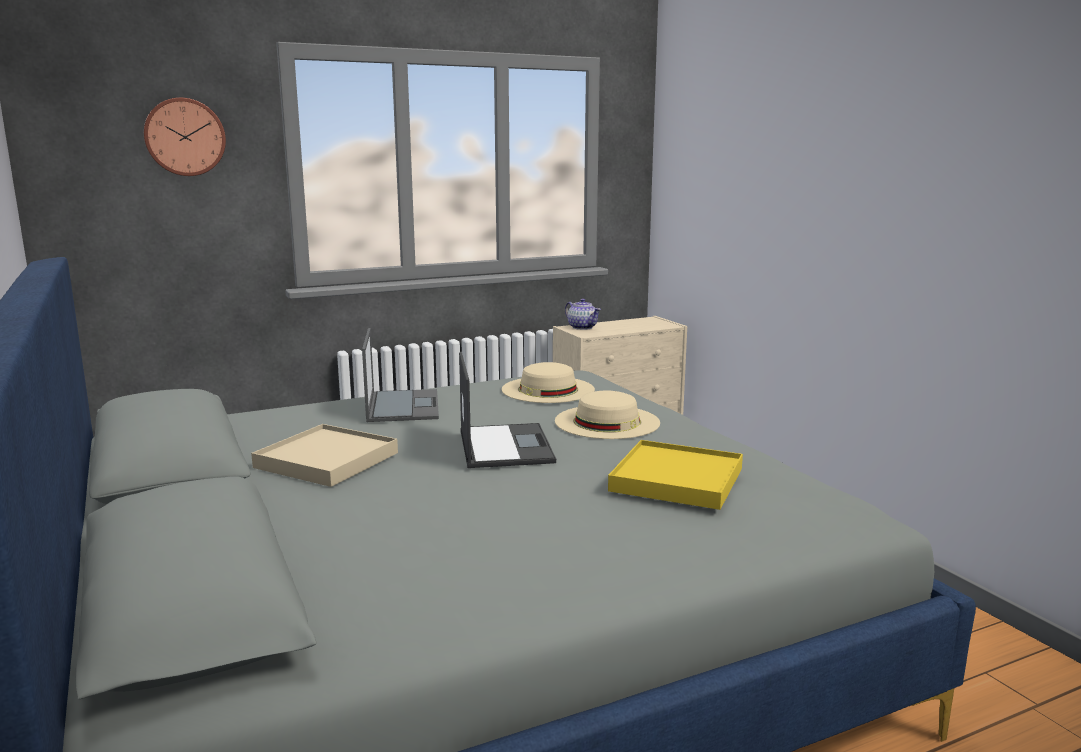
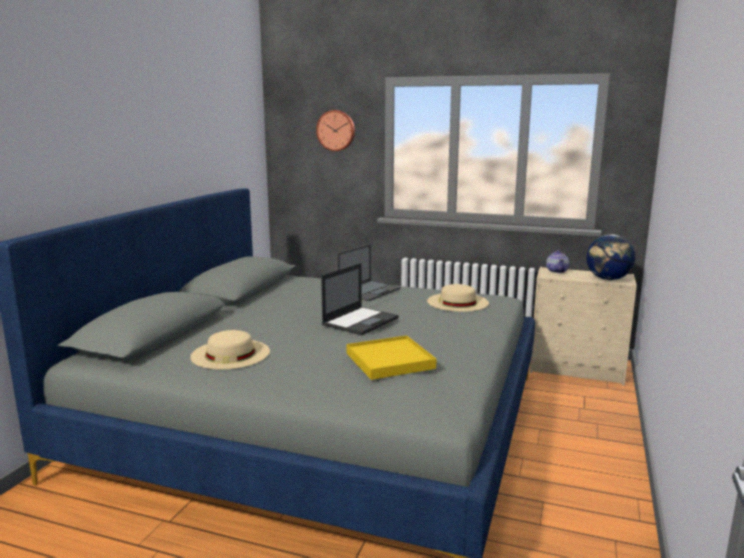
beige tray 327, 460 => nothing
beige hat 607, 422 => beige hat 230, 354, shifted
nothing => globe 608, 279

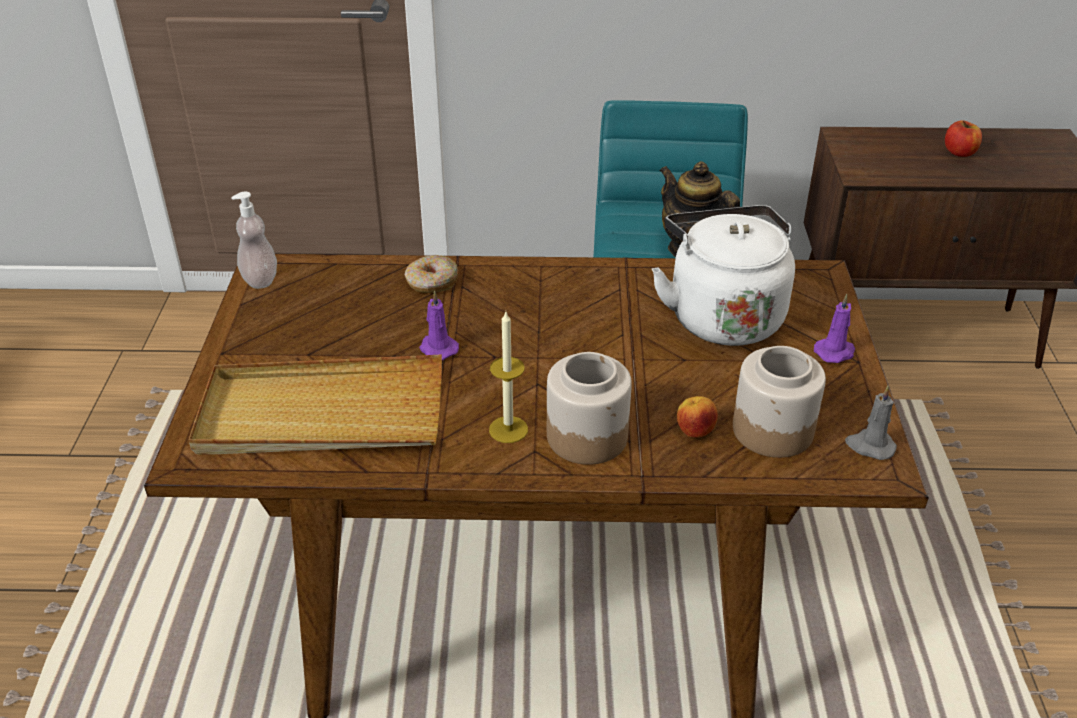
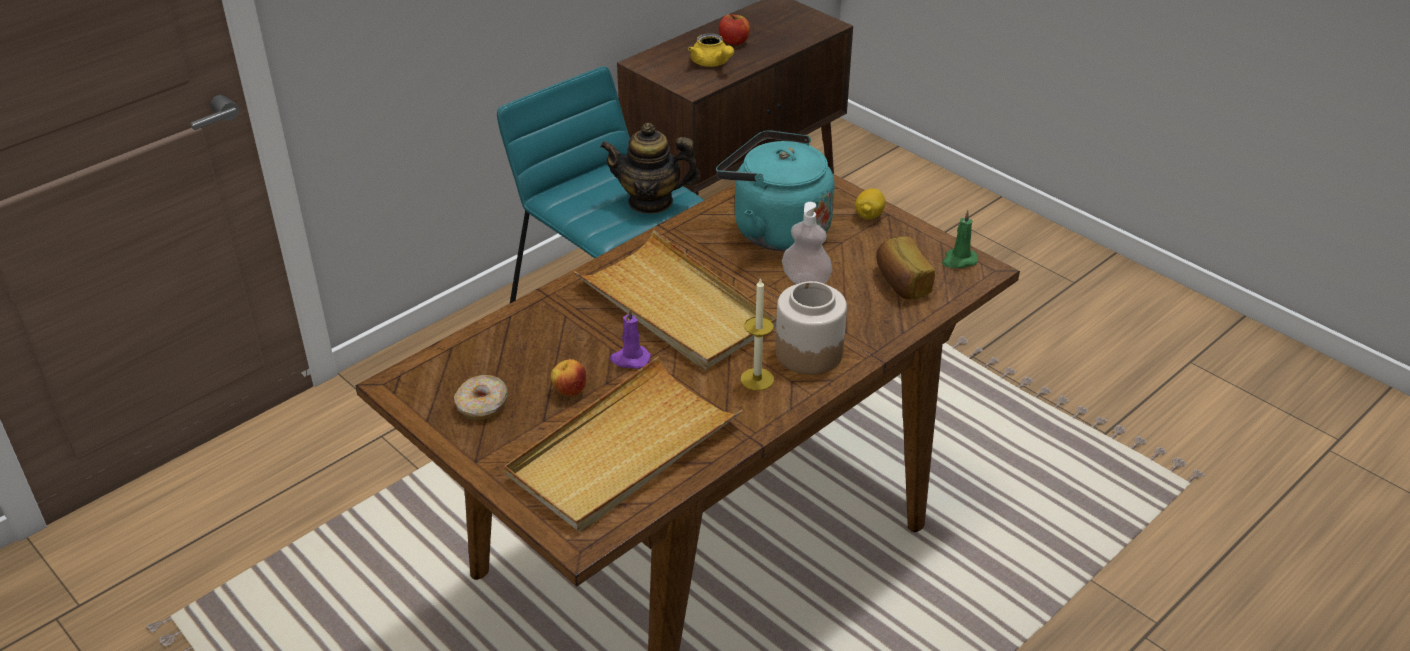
soap dispenser 260, 279 => soap dispenser 806, 280, shifted
donut 432, 282 => donut 482, 405, shifted
white kettle 722, 315 => turquoise kettle 775, 229
apple 694, 432 => apple 569, 391, shifted
jar 773, 430 => bread 901, 282
purple candle 835, 352 => lemon 869, 215
grey candle 869, 446 => green candle 958, 260
nothing => beige tray 676, 307
nothing => yellow teapot 712, 63

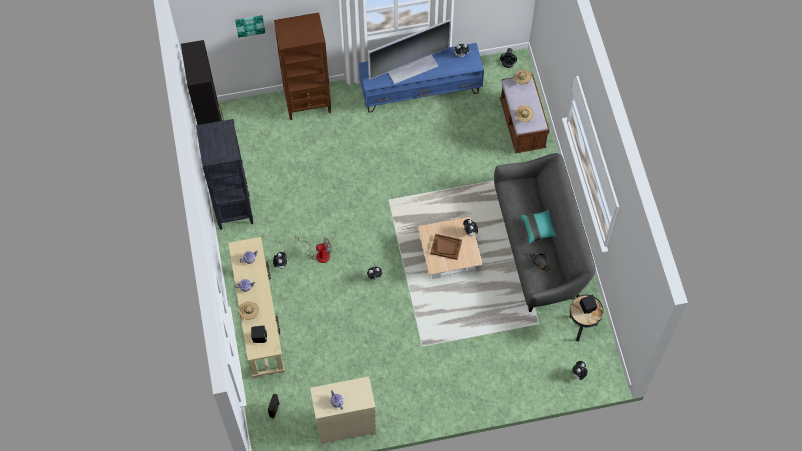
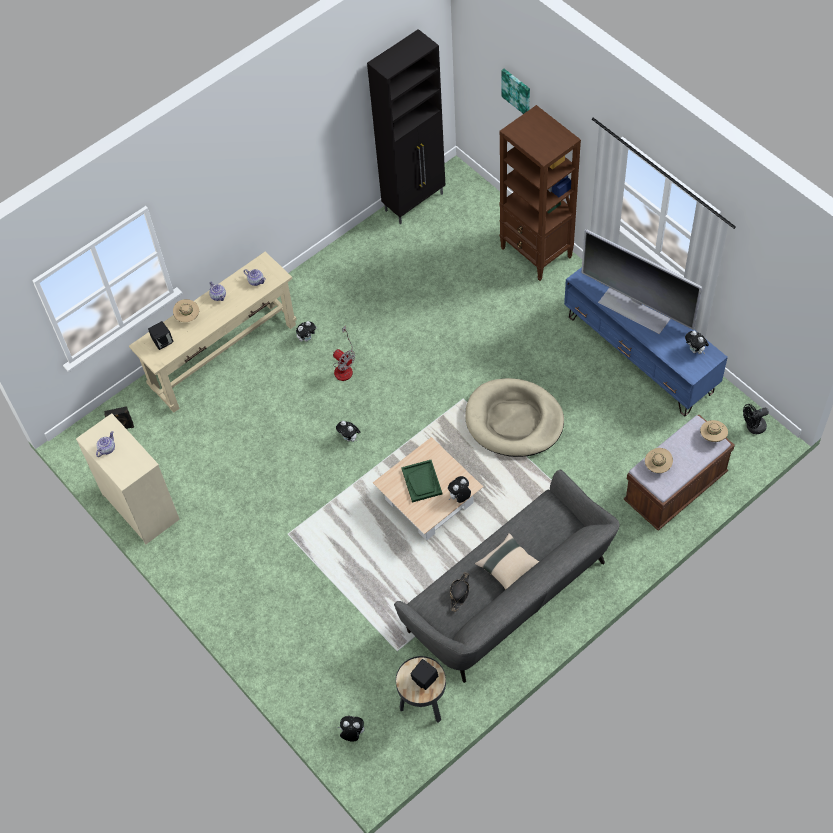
black bookcase 233, 207 => nothing
brown tray 446, 247 => green tray 422, 481
turquoise pillow 538, 229 => beige pillow 508, 567
nothing => beige dog bed 514, 420

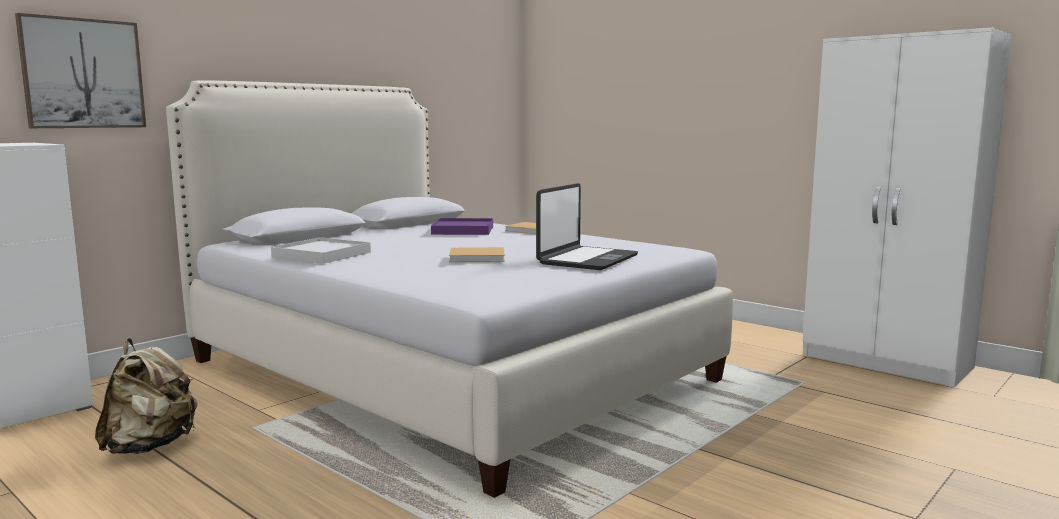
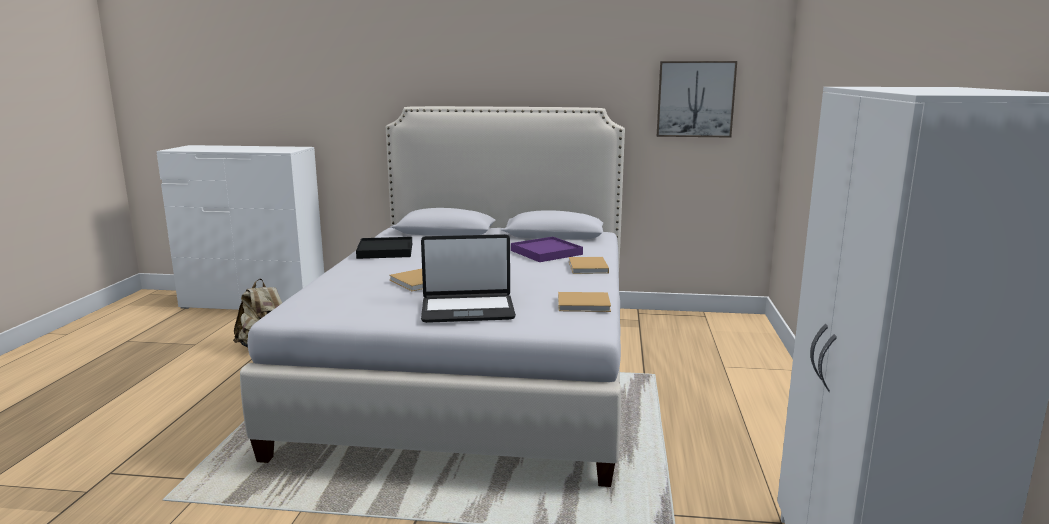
picture 83, 73 => picture 695, 99, shifted
white tray 322, 255 => black tray 385, 251
nothing => beige book 585, 304

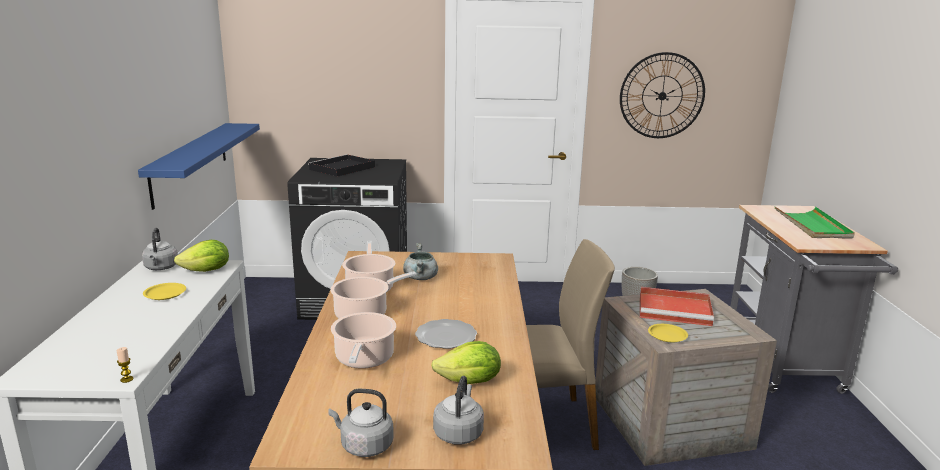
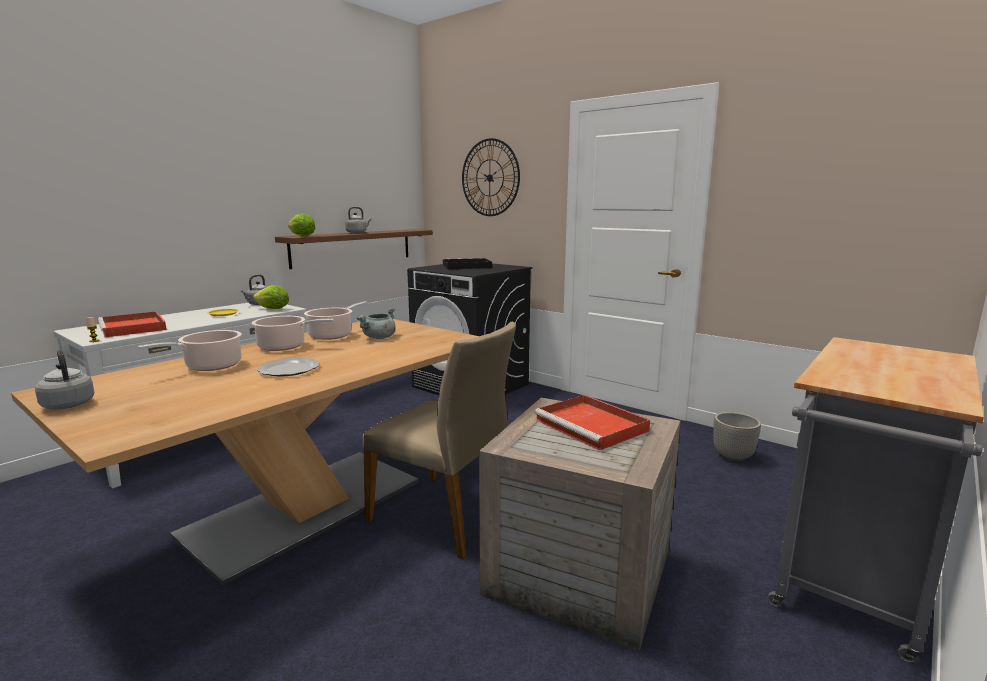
blue shelf 190, 162 => brown shelf 353, 247
lettuce 470, 382 => lettuce 302, 236, shifted
grey kettle 459, 432 => grey kettle 357, 232, shifted
wall clock 662, 96 => wall clock 490, 178, shifted
yellow plate 667, 335 => nothing
green tray 812, 225 => nothing
nothing => red tray 134, 328

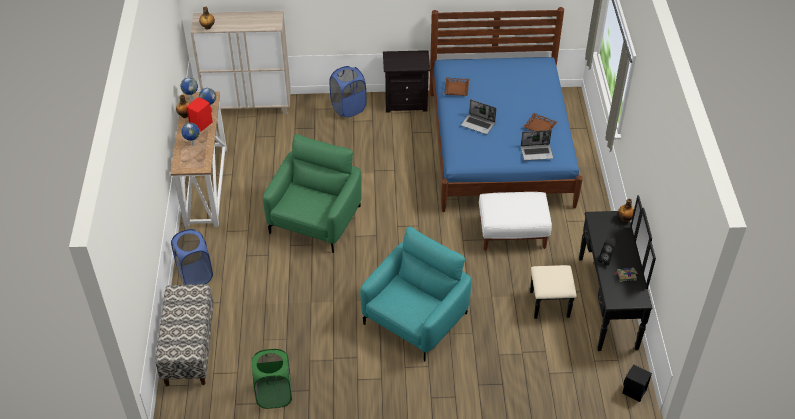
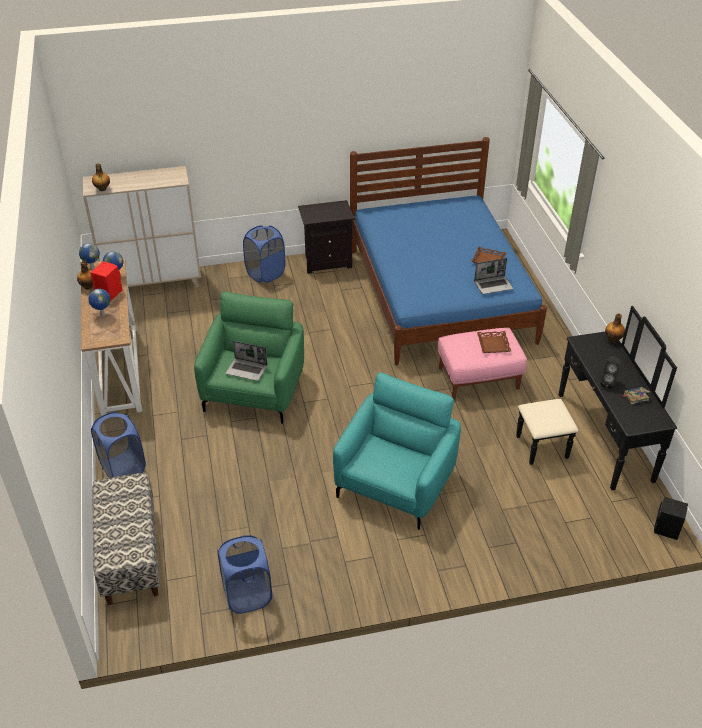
green laundry basket 274, 394 => blue laundry basket 247, 595
brown tray 456, 88 => brown tray 493, 344, shifted
laptop 478, 124 => laptop 247, 370, shifted
white ottoman 512, 233 => pink ottoman 479, 378

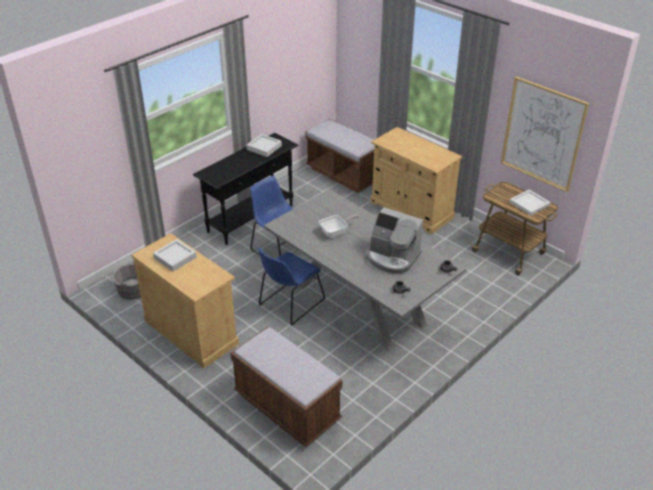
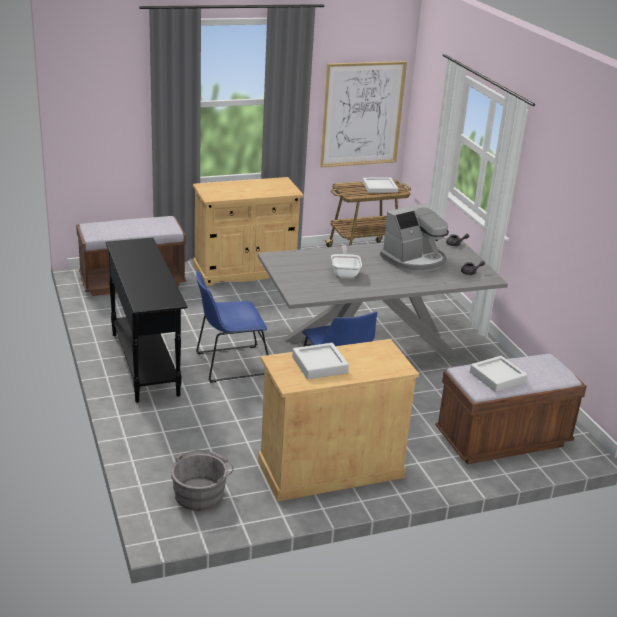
grey tray 264, 148 => grey tray 497, 377, shifted

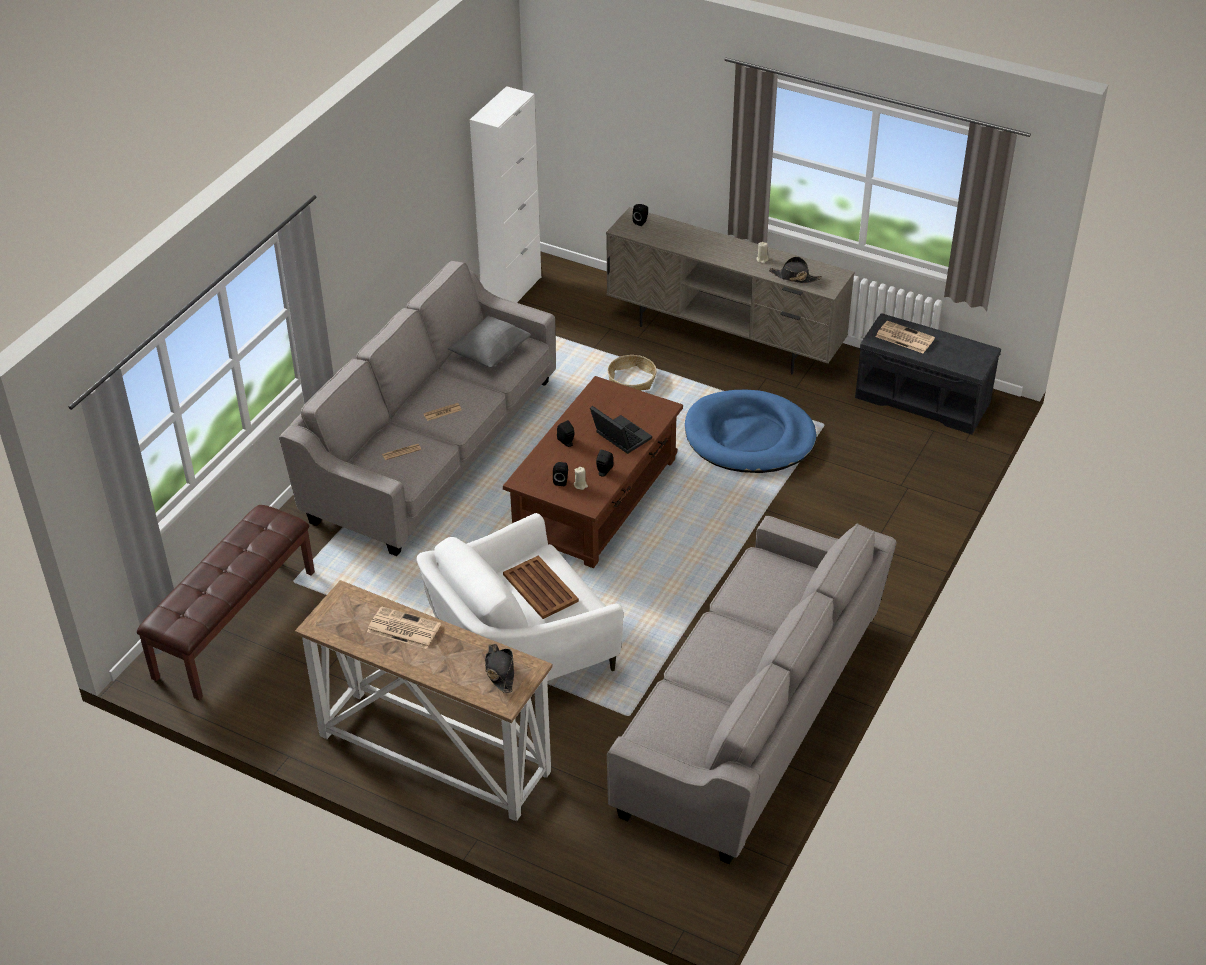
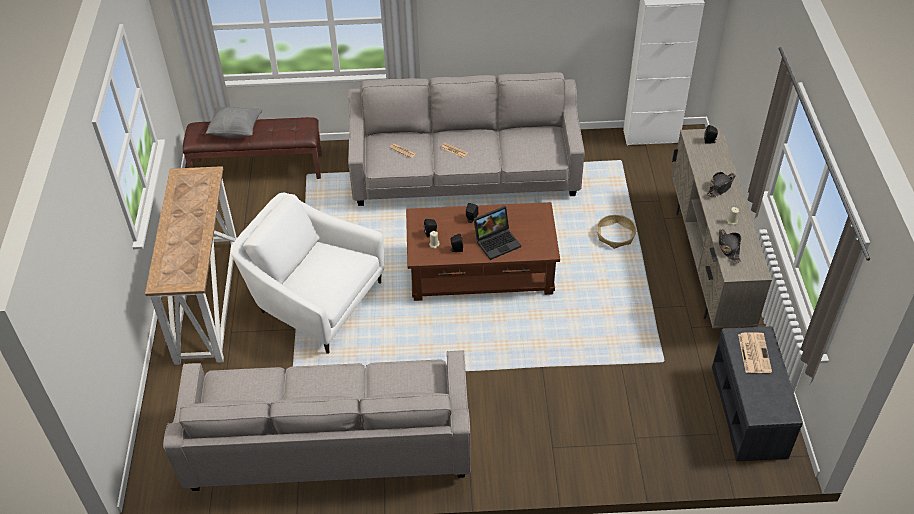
newspaper 402, 628 => nothing
grey pillow 491, 354 => grey pillow 236, 131, shifted
black hat 500, 671 => black hat 720, 187, shifted
brown tray 540, 588 => nothing
laptop 619, 437 => laptop 497, 241, 45 degrees clockwise
blue dog bed 749, 437 => nothing

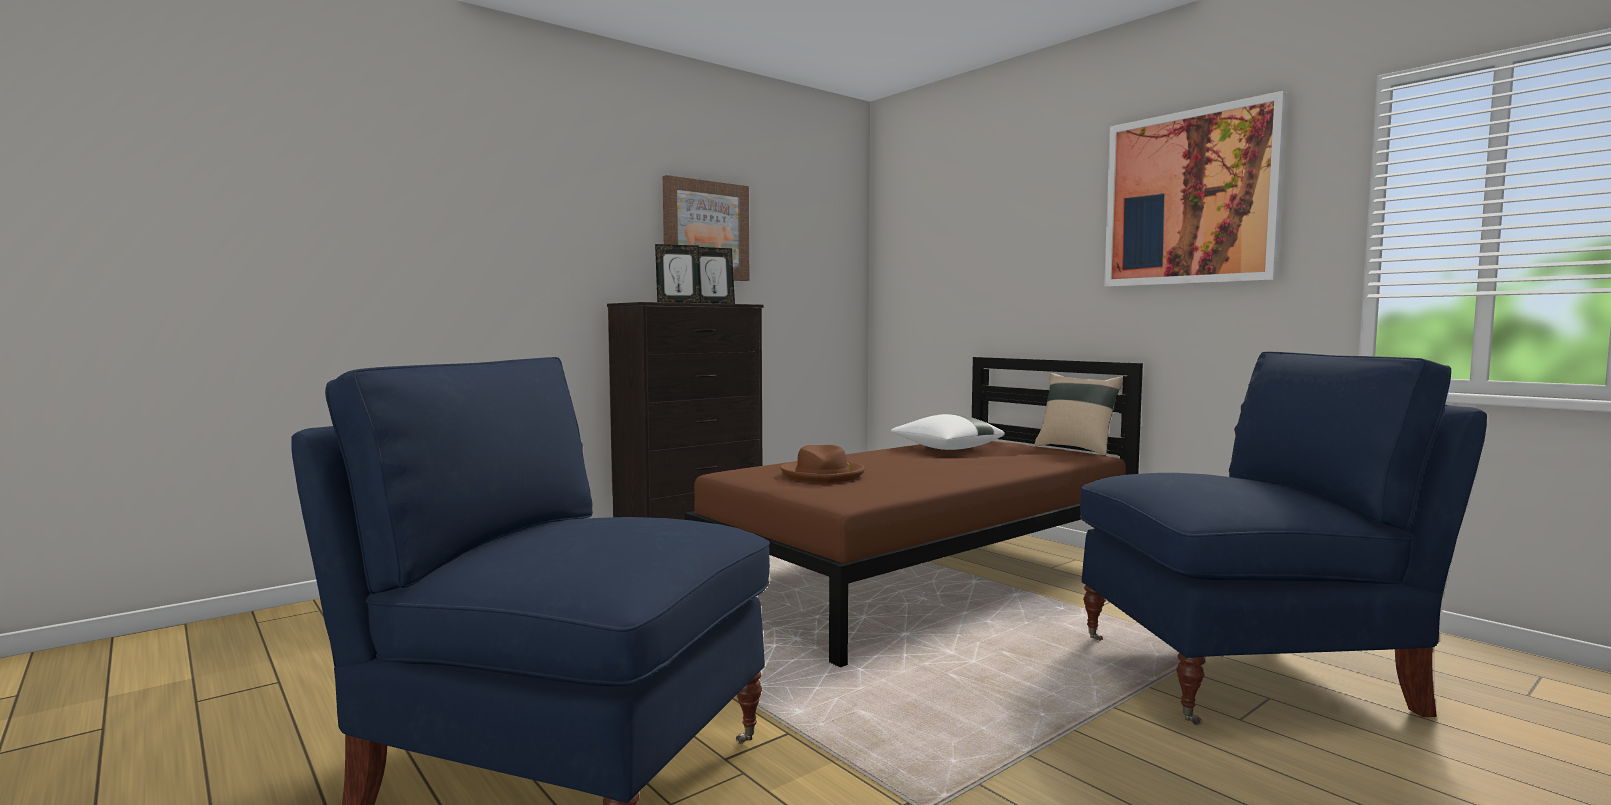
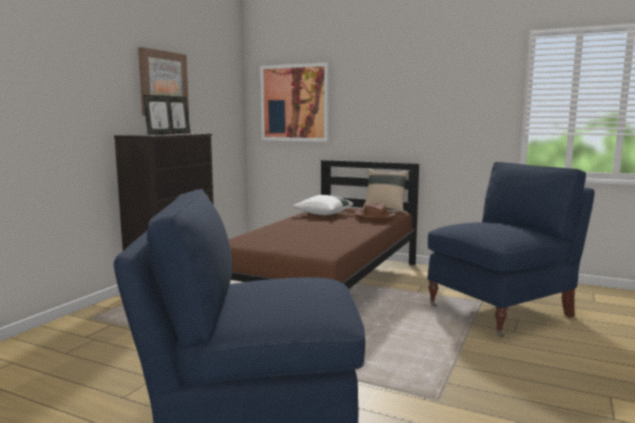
brown hat 823, 475 => brown hat 375, 217, shifted
picture 1189, 198 => picture 294, 103, shifted

